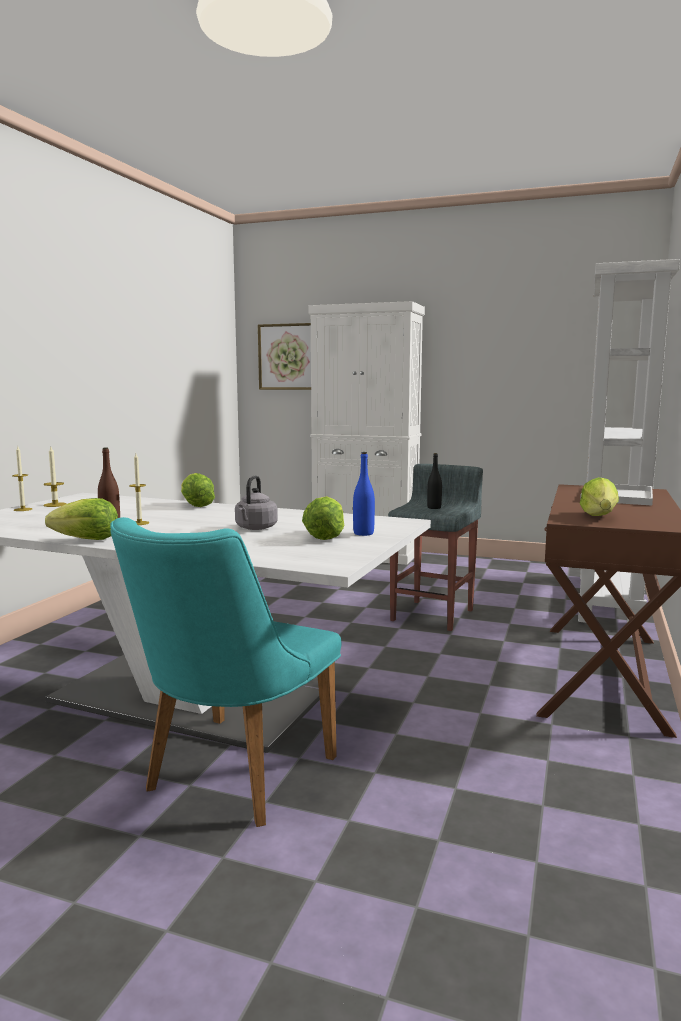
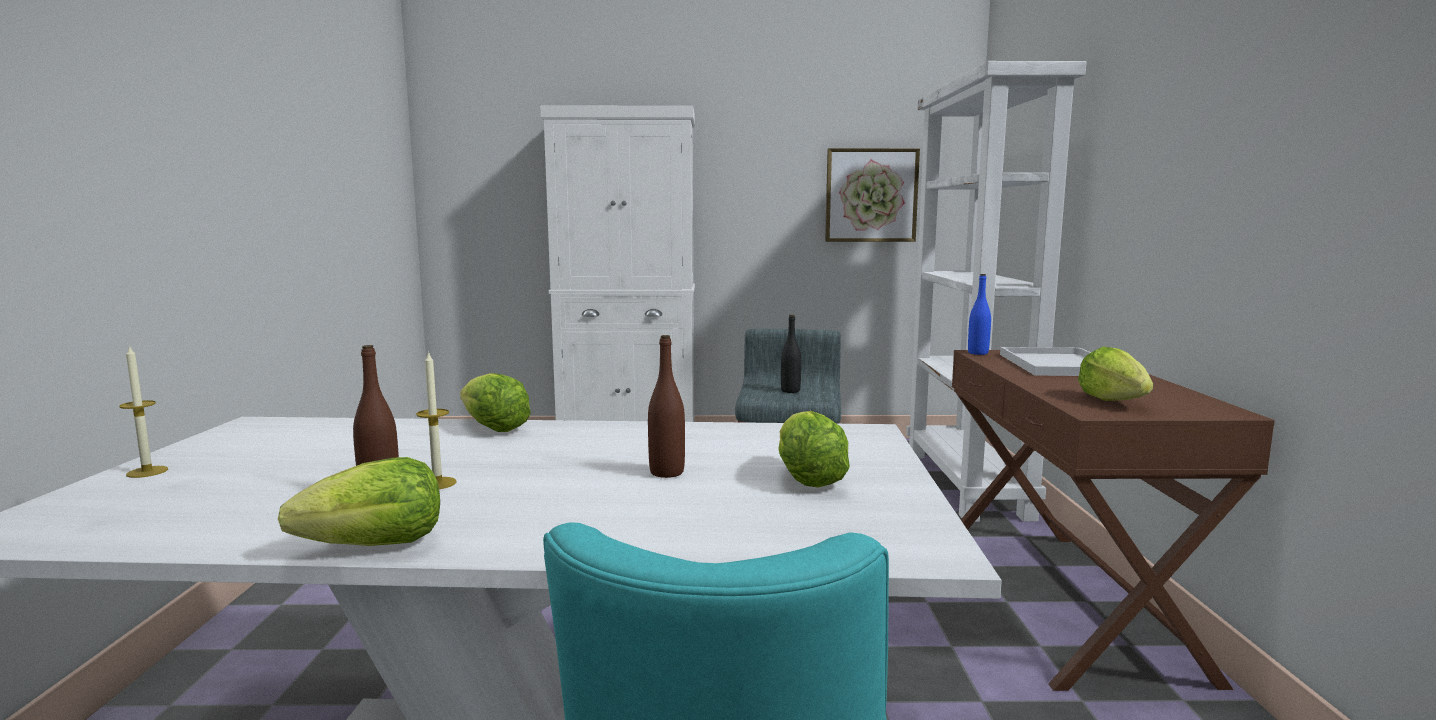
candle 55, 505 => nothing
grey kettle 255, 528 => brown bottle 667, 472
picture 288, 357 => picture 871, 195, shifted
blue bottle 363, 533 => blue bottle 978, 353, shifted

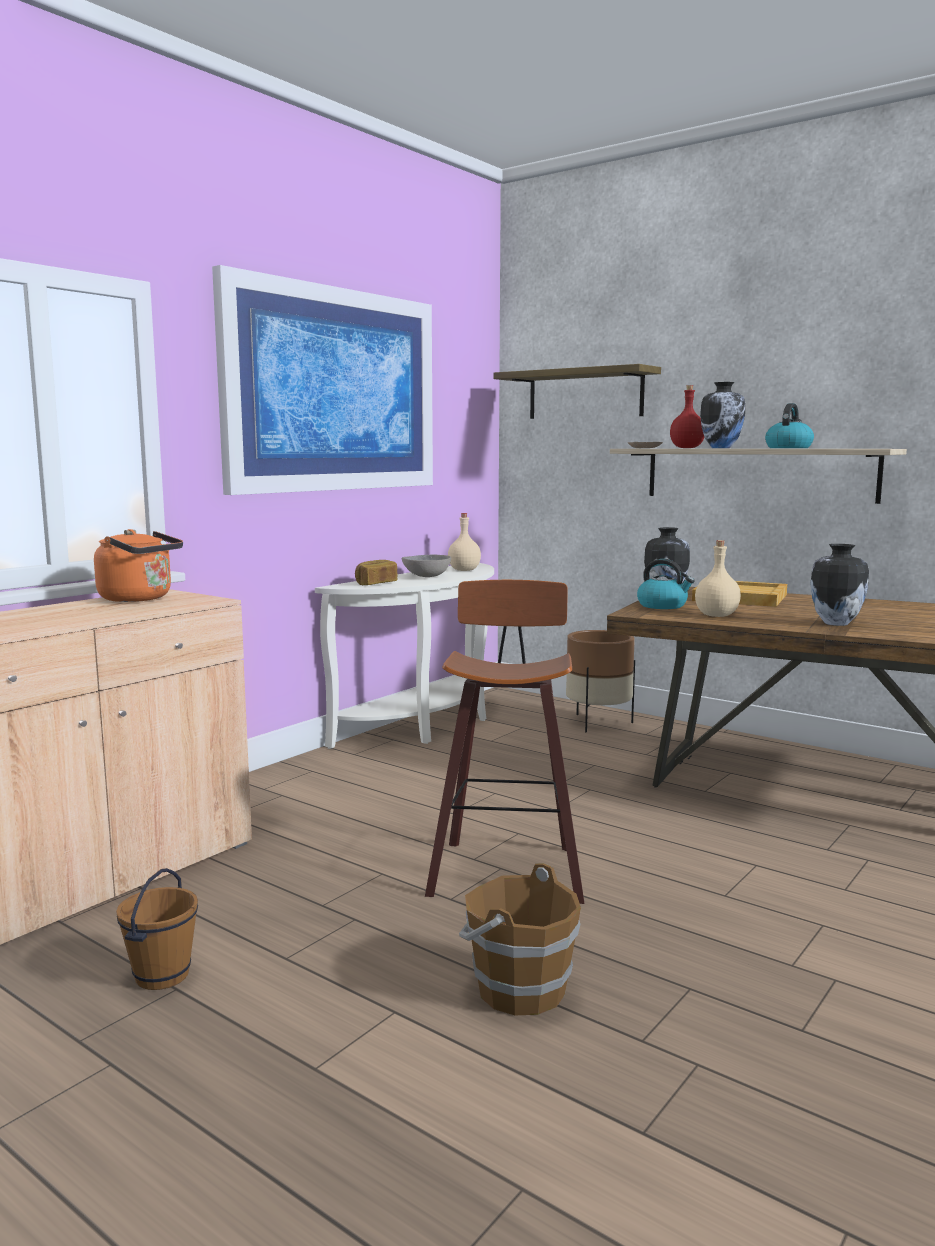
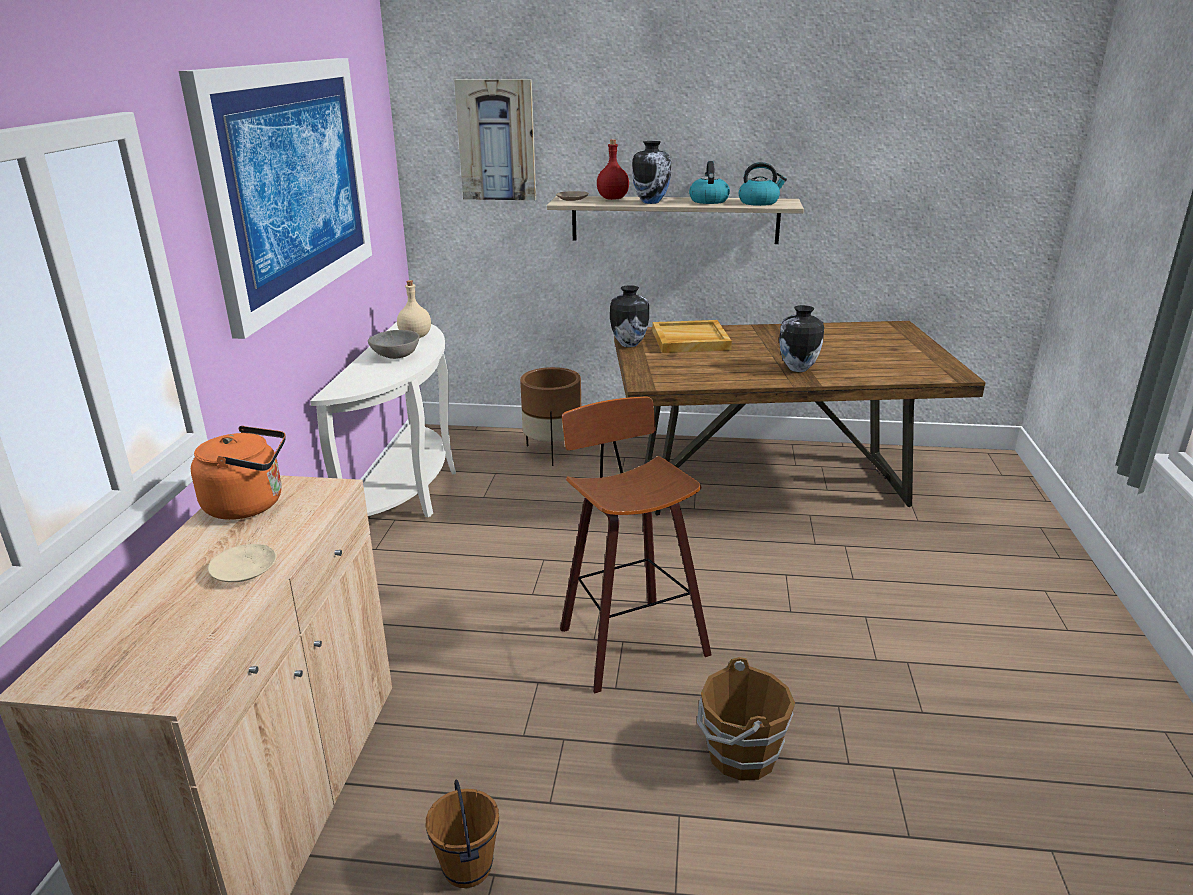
bread 376, 583 => nothing
shelf 585, 394 => picture 497, 140
kettle 663, 606 => kettle 759, 202, shifted
beige bottle 716, 616 => nothing
nothing => beige plate 245, 570

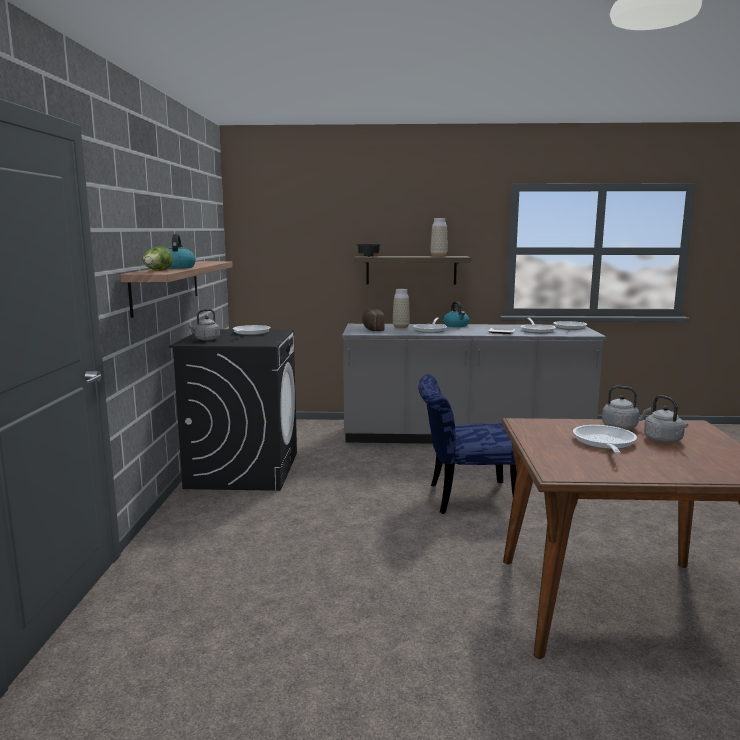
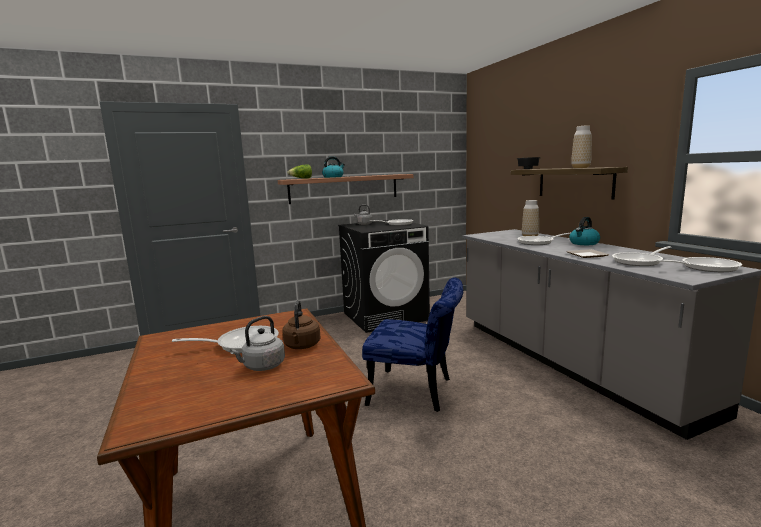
bread 372, 329 => nothing
blue chair 463, 498 => blue chair 418, 392, 135 degrees clockwise
grey kettle 621, 427 => brown kettle 302, 346

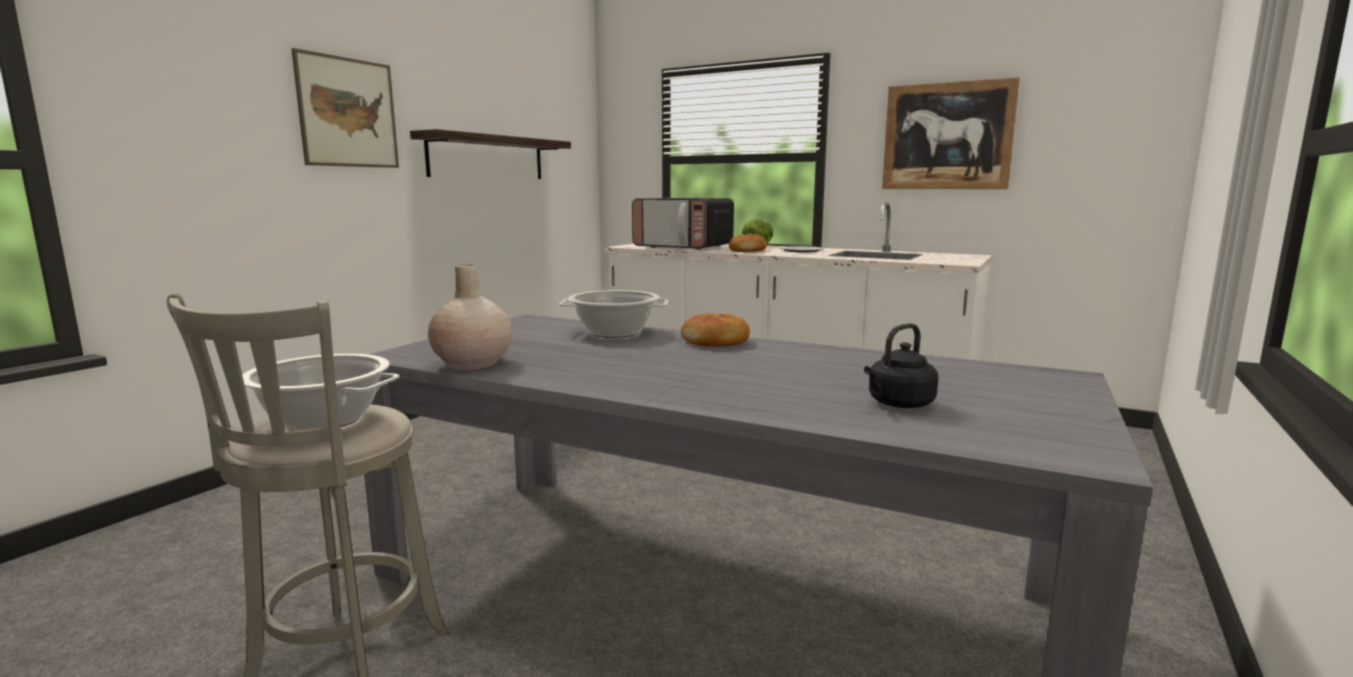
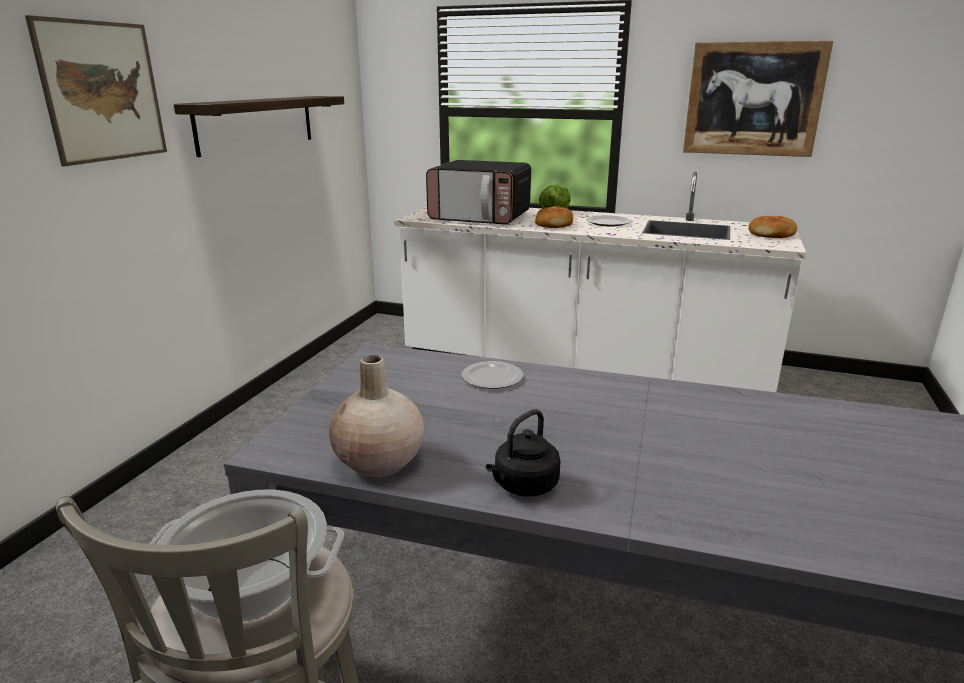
cooking pot 615, 332 => plate 493, 377
bread 716, 342 => bread 772, 235, shifted
black kettle 898, 404 => black kettle 523, 486, shifted

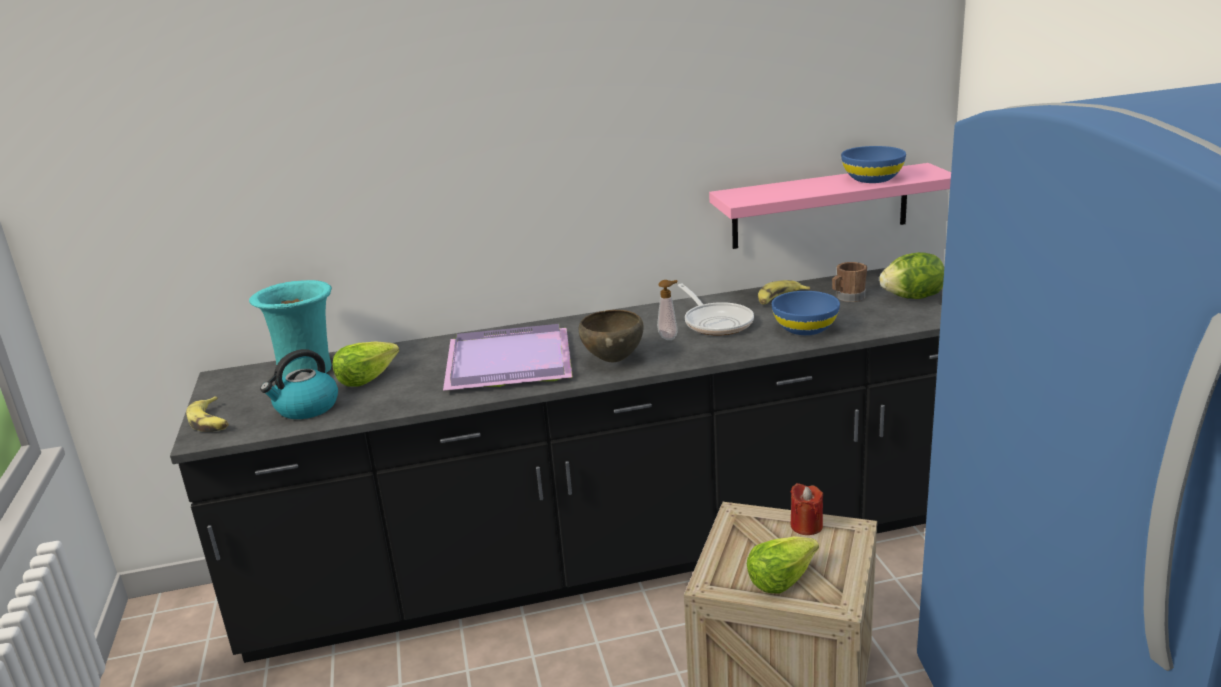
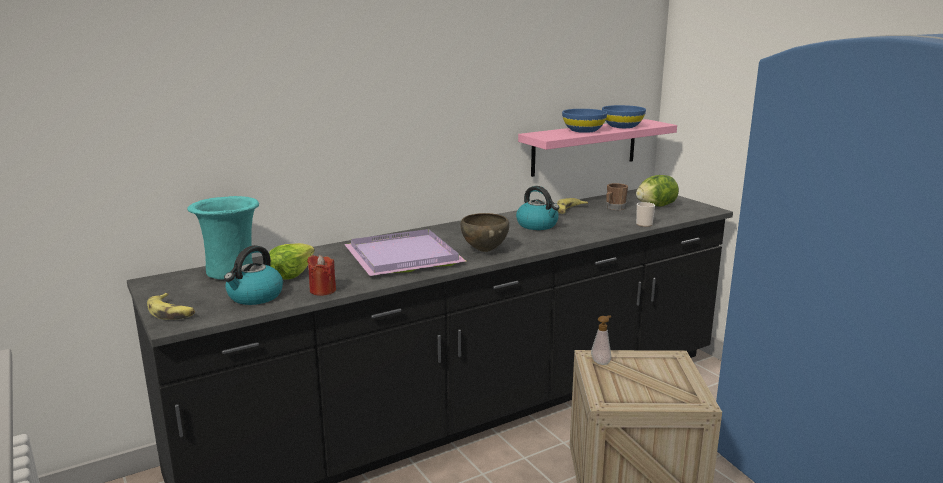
soap dispenser 669, 337 => soap dispenser 601, 362, shifted
frying pan 716, 322 => kettle 538, 225
lettuce 780, 579 => nothing
blue bowl 805, 328 => blue bowl 583, 130, shifted
red candle 806, 526 => red candle 323, 290, shifted
nothing => mug 644, 223

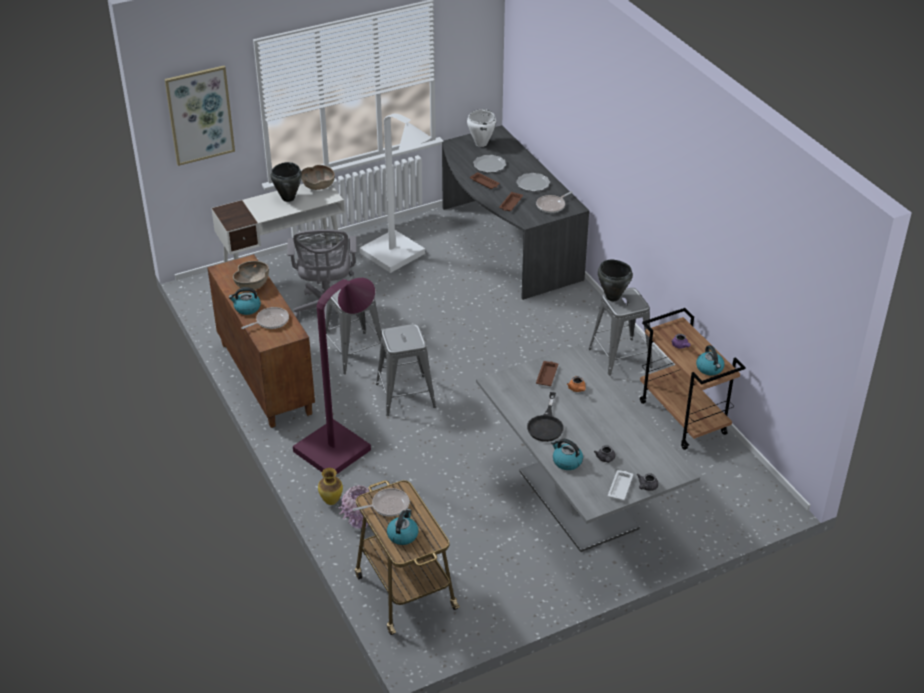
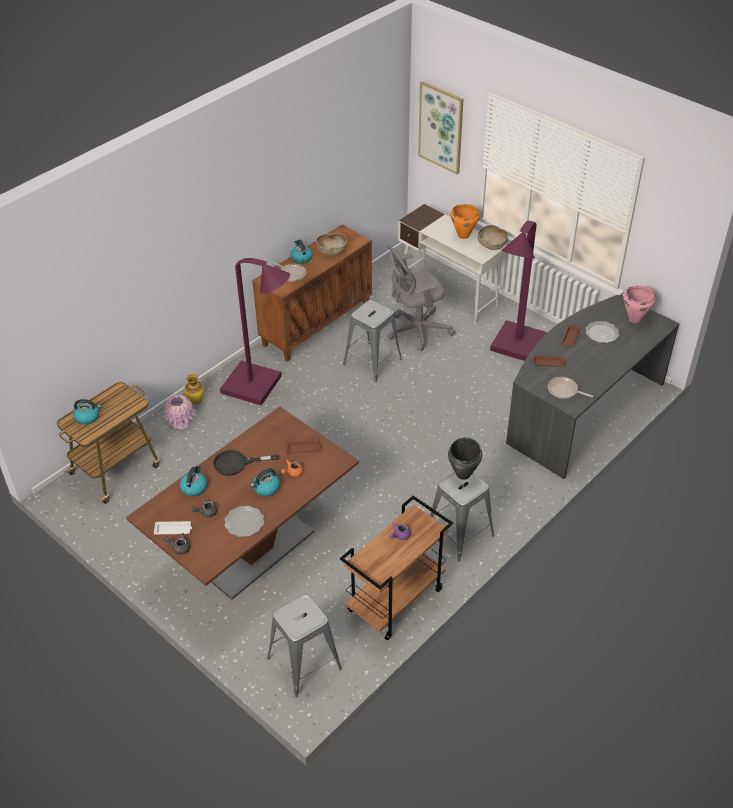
black cooking pot 288, 198 => orange cooking pot 463, 235
frying pan 388, 505 => nothing
white floor lamp 398, 257 => purple floor lamp 515, 349
grey stool 406, 395 => grey stool 304, 664, shifted
white cooking pot 481, 143 => pink cooking pot 634, 319
grey dining table 578, 499 => brown dining table 253, 548
plate 533, 183 => plate 244, 523, shifted
kettle 710, 368 => kettle 266, 488, shifted

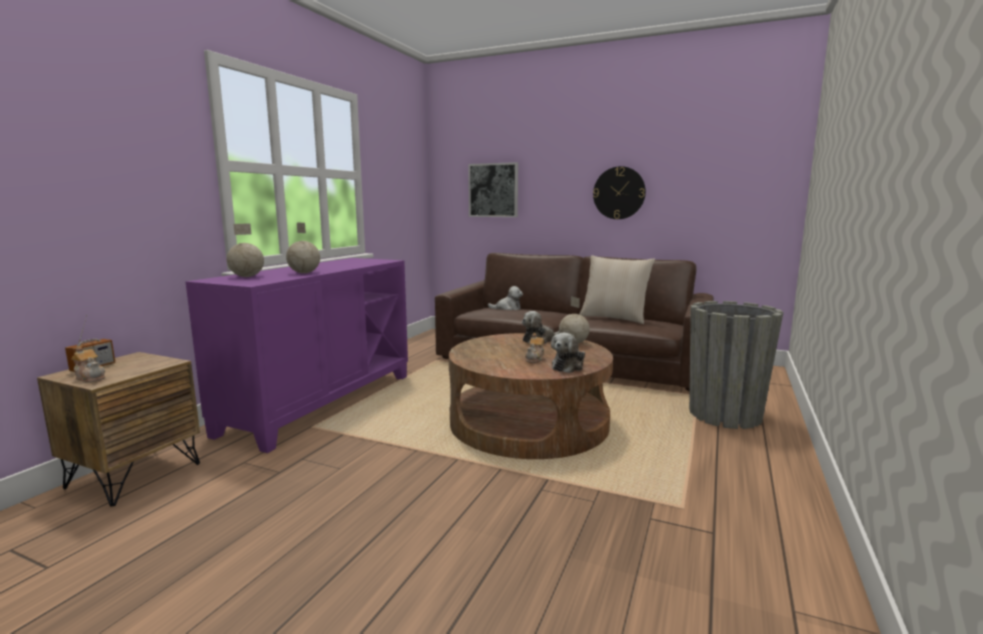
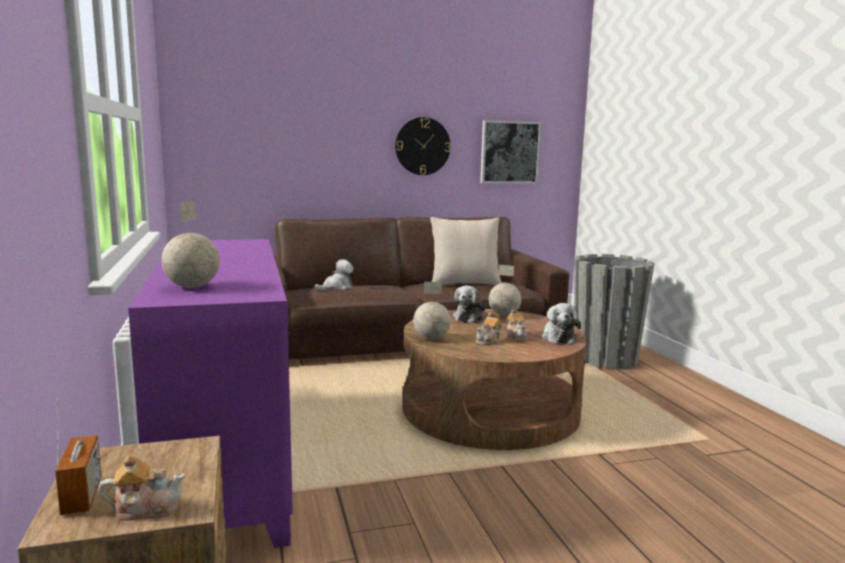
globe 304, 273 => globe 431, 338, shifted
picture 493, 190 => picture 509, 152, shifted
nothing => teapot 489, 341

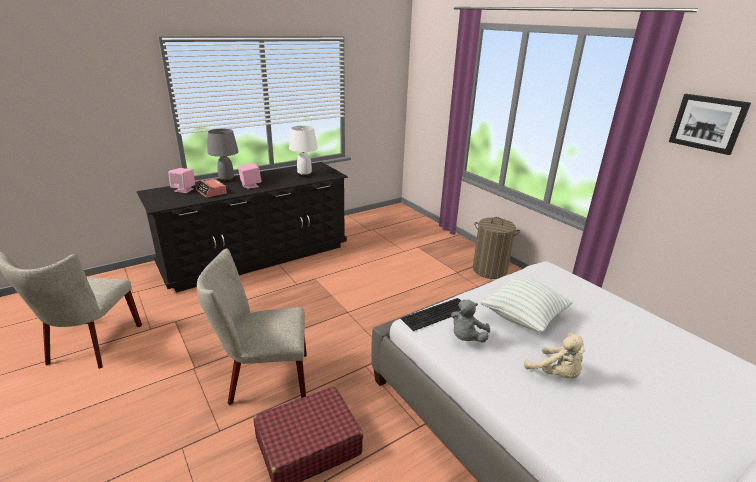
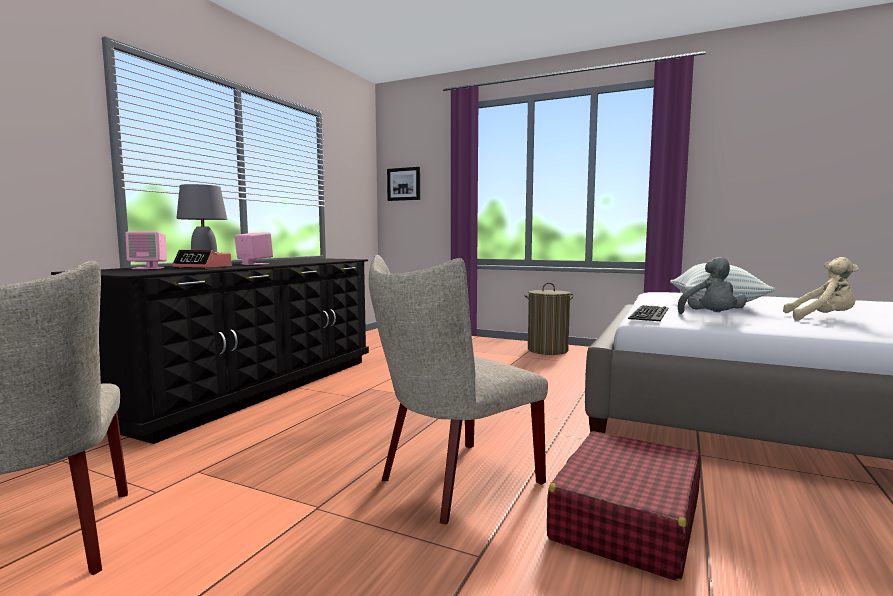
white table lamp 304, 175 => nothing
picture 708, 123 => picture 404, 184, shifted

